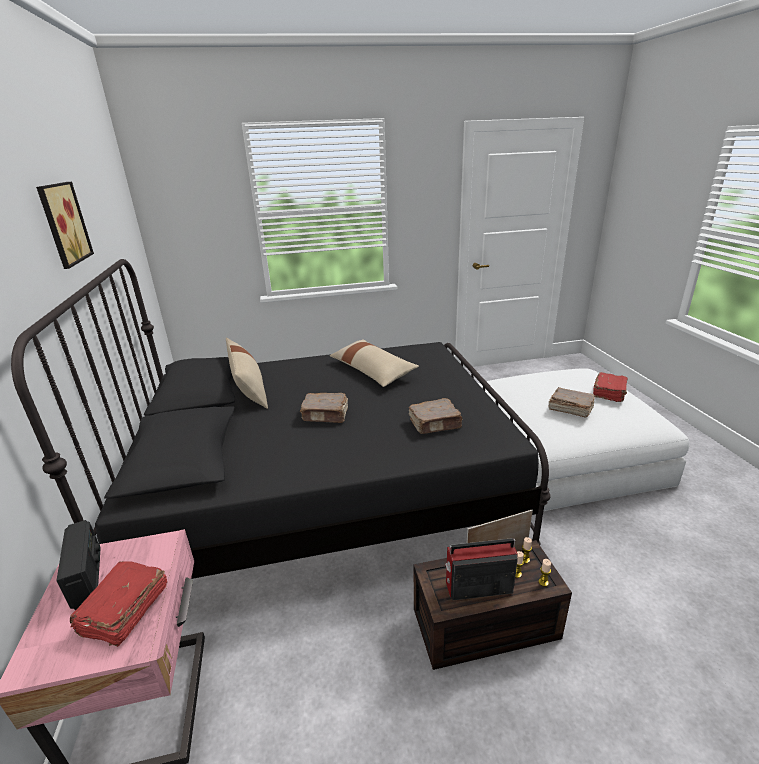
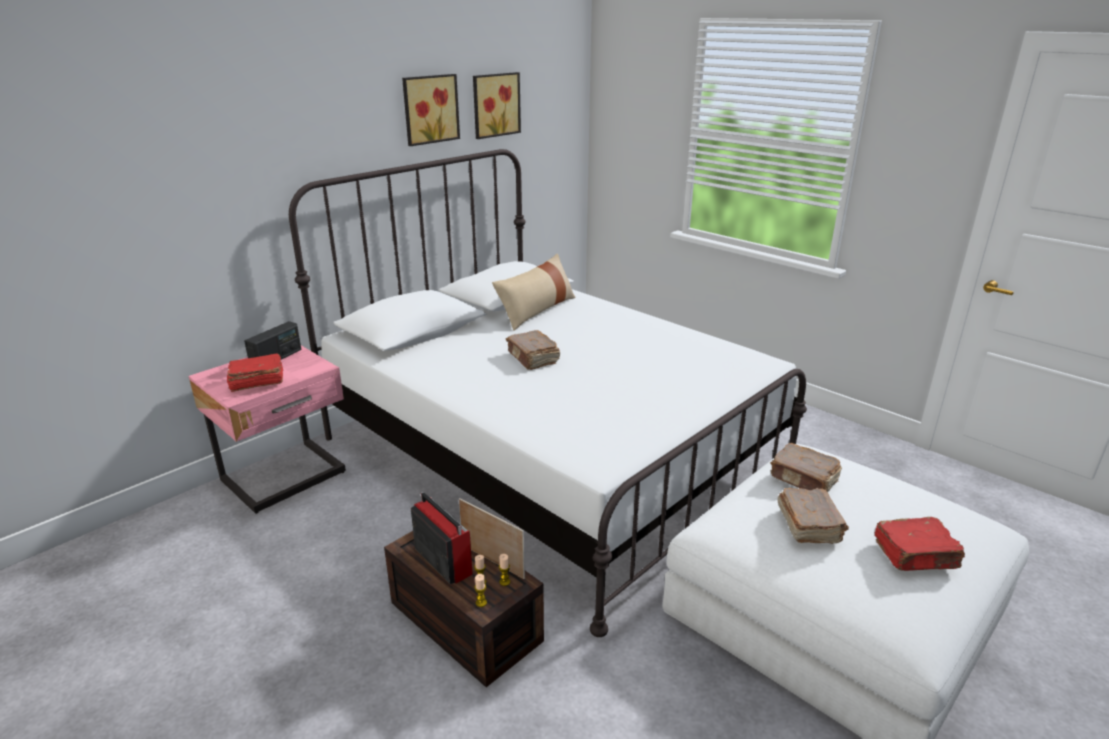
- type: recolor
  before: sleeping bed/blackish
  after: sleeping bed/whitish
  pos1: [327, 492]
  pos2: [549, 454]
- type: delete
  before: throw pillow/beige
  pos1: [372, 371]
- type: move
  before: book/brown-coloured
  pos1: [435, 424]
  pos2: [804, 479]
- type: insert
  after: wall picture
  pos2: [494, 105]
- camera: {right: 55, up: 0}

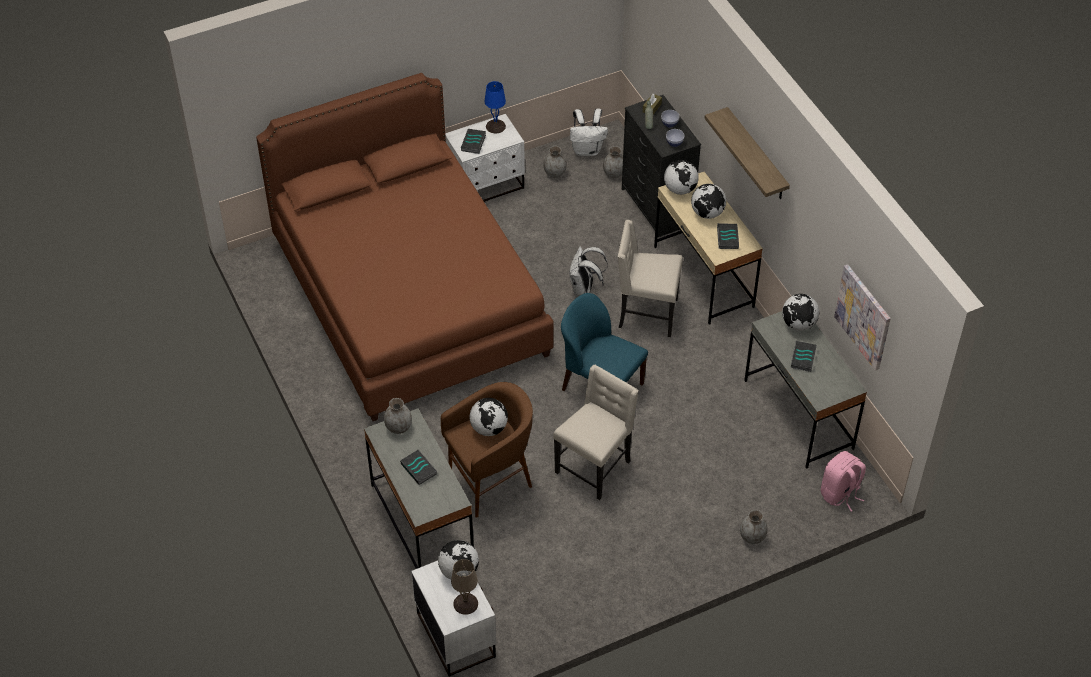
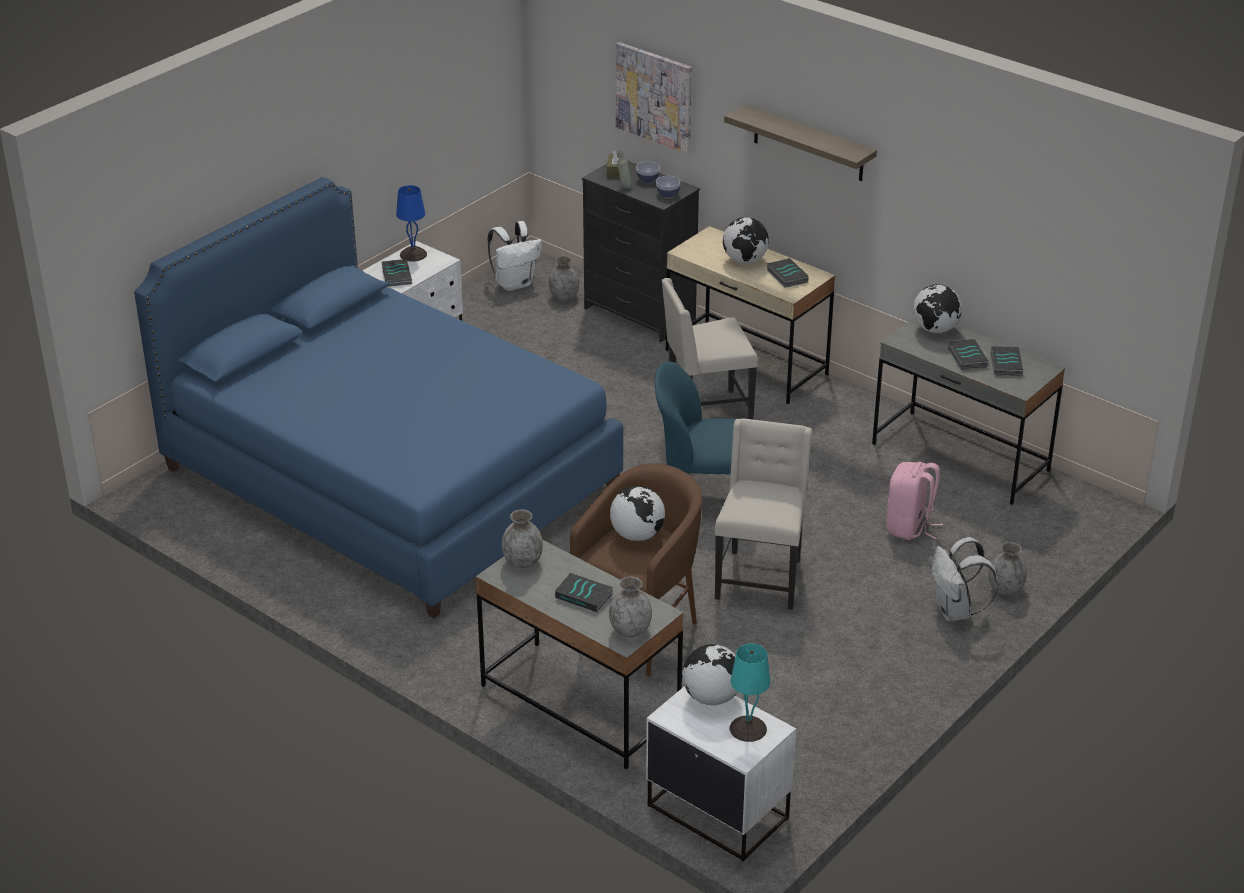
- type: recolor
  before: sleeping bed/brown-coloured
  after: sleeping bed/bluish
  pos1: [409, 296]
  pos2: [390, 477]
- type: move
  before: decorative vase/greyish
  pos1: [555, 173]
  pos2: [630, 630]
- type: delete
  before: world globe
  pos1: [680, 189]
- type: move
  before: rucksack/whitish
  pos1: [584, 289]
  pos2: [956, 612]
- type: move
  before: wall picture
  pos1: [863, 316]
  pos2: [654, 96]
- type: move
  before: rucksack/pinkish
  pos1: [840, 494]
  pos2: [910, 527]
- type: recolor
  before: lamp for a table/beige
  after: lamp for a table/turquoise-coloured
  pos1: [465, 603]
  pos2: [747, 728]
- type: insert
  after: book
  pos2: [1005, 364]
- camera: {right: -25, up: -15}

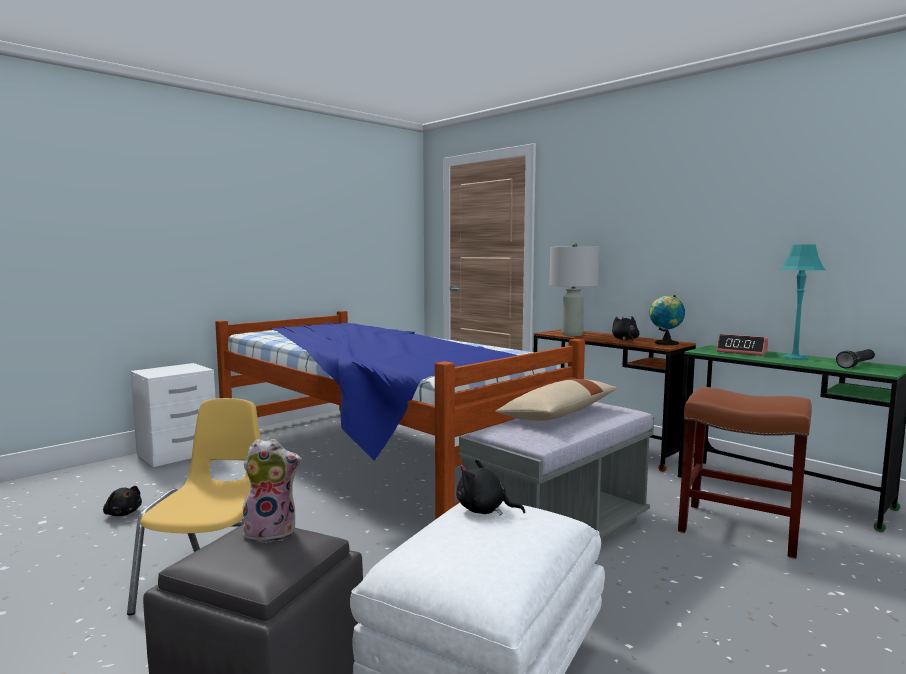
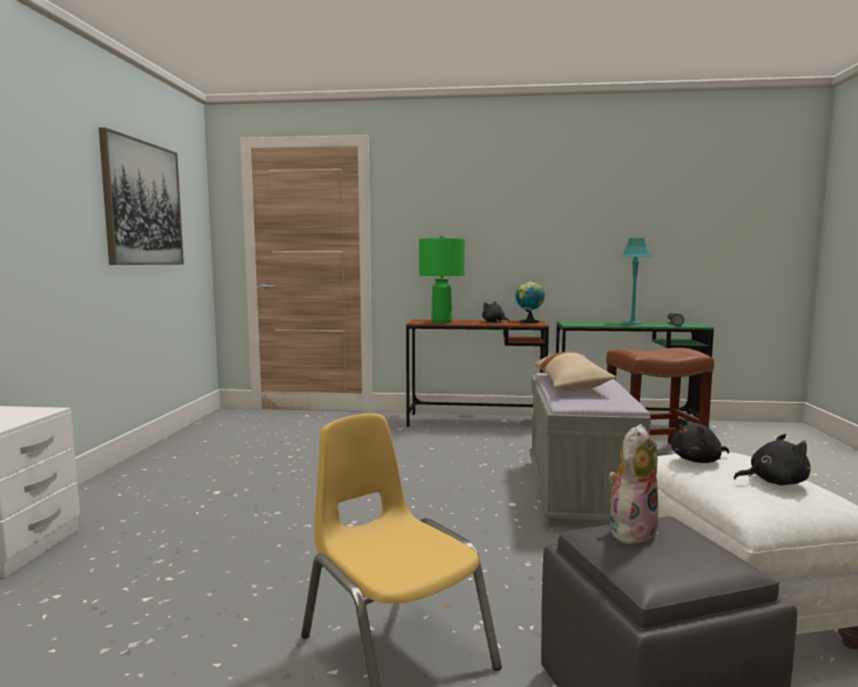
- type: recolor
  before: lamp for a table/greyish
  after: lamp for a table/green-coloured
  pos1: [572, 334]
  pos2: [442, 322]
- type: delete
  before: sleeping bed
  pos1: [378, 459]
- type: delete
  before: alarm clock
  pos1: [742, 352]
- type: move
  before: soft toy/blackish
  pos1: [123, 513]
  pos2: [773, 482]
- type: insert
  after: wall picture
  pos2: [143, 204]
- camera: {right: -40, up: 0}

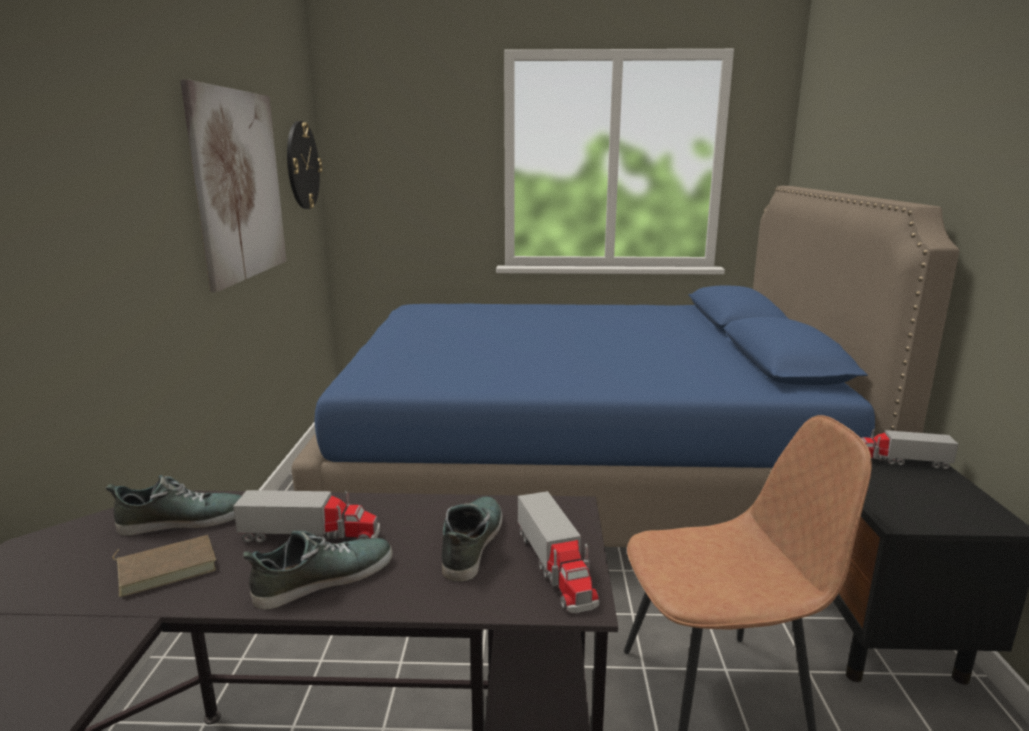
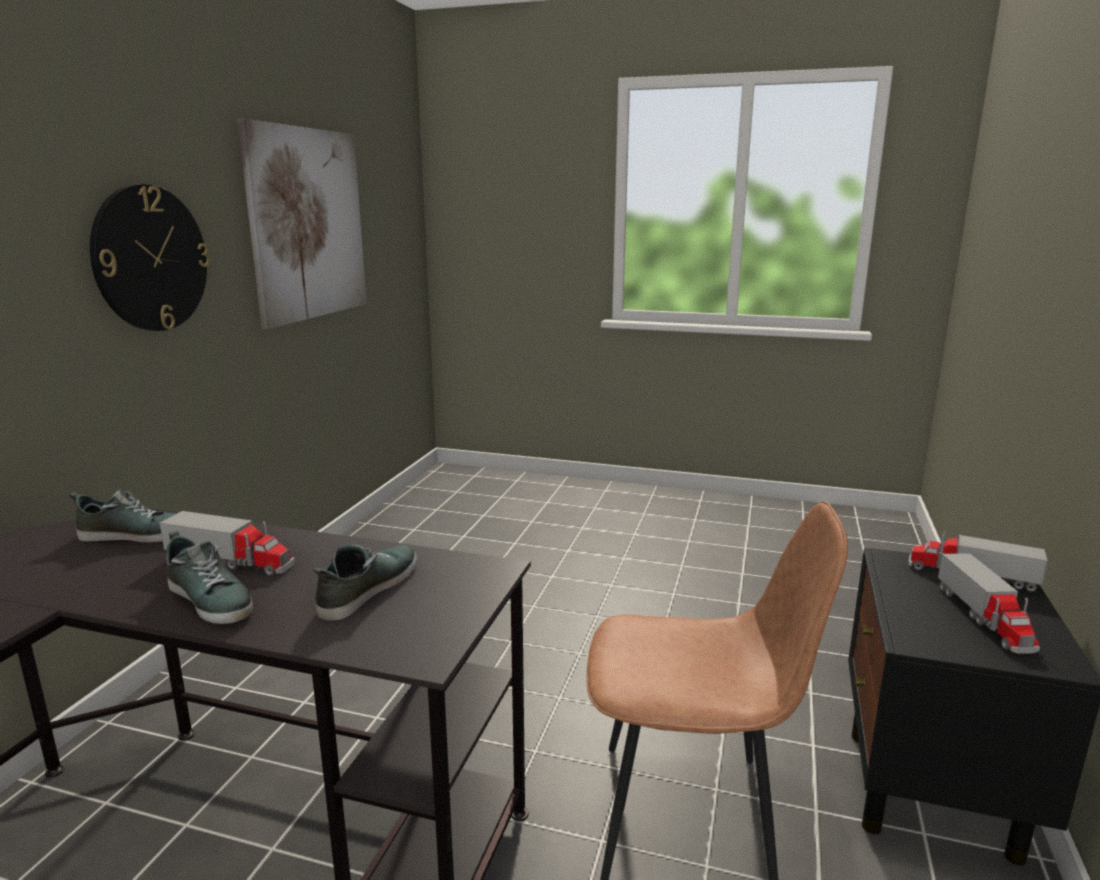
- type: move
  before: hanging clock
  pos1: [302, 165]
  pos2: [150, 259]
- type: delete
  before: sleeping bed/bluish
  pos1: [580, 476]
- type: move
  before: toy lorry
  pos1: [555, 567]
  pos2: [984, 617]
- type: rotate
  before: low shoe
  pos1: [323, 578]
  pos2: [211, 599]
  turn: 60
- type: delete
  before: book/brown-coloured
  pos1: [167, 567]
- camera: {right: 15, up: 0}

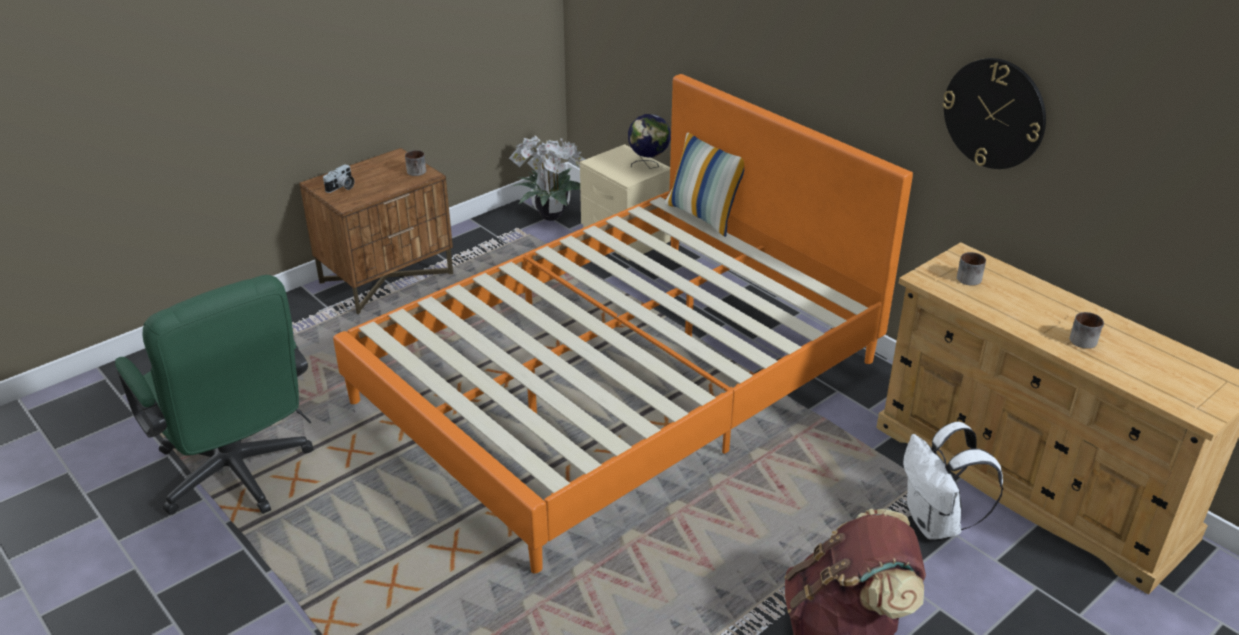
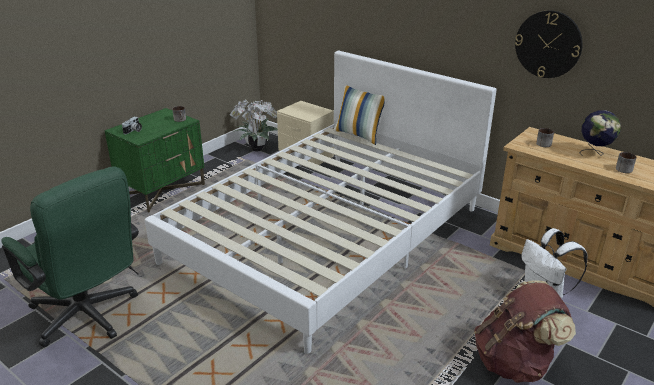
- type: recolor
  before: sleeping bed/orange
  after: sleeping bed/whitish
  pos1: [620, 381]
  pos2: [327, 234]
- type: move
  before: world globe
  pos1: [648, 165]
  pos2: [594, 153]
- type: recolor
  before: night table/brown-coloured
  after: night table/green-coloured
  pos1: [387, 278]
  pos2: [162, 190]
- camera: {right: -10, up: -5}

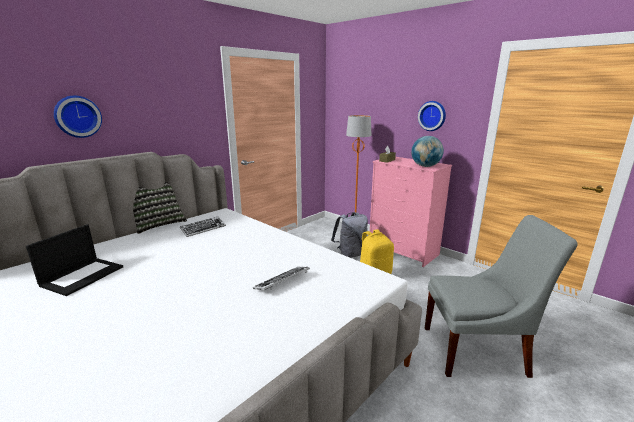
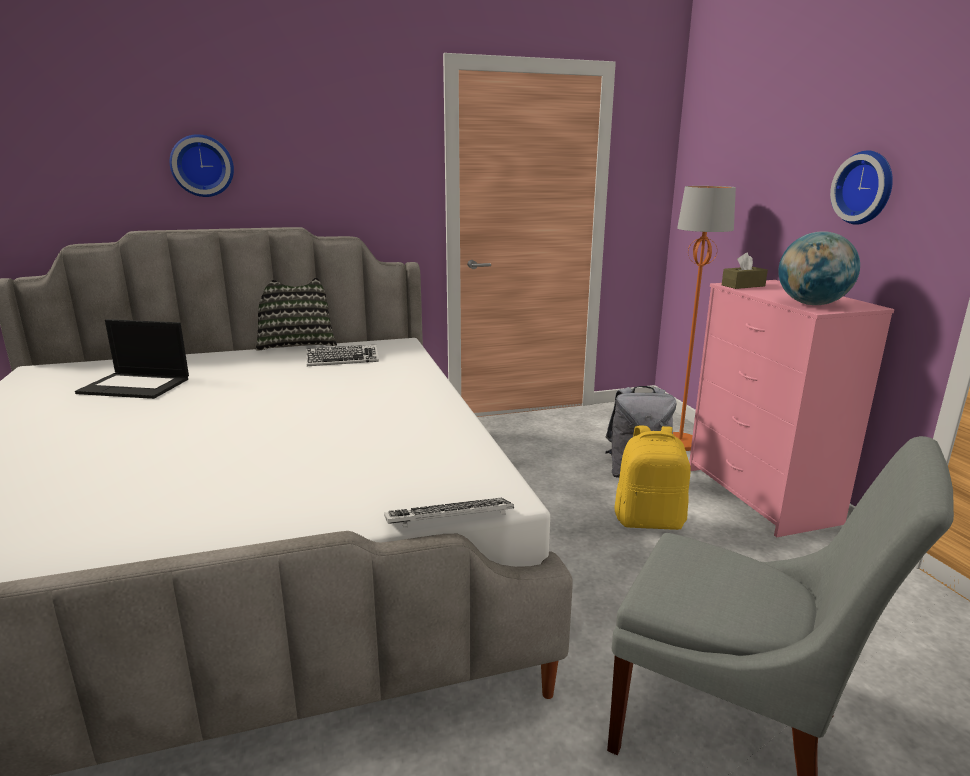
- type: rotate
  before: notebook computer
  pos1: [83, 275]
  pos2: [136, 386]
  turn: 45
- type: move
  before: keyboard
  pos1: [282, 282]
  pos2: [448, 520]
- camera: {right: 30, up: 0}

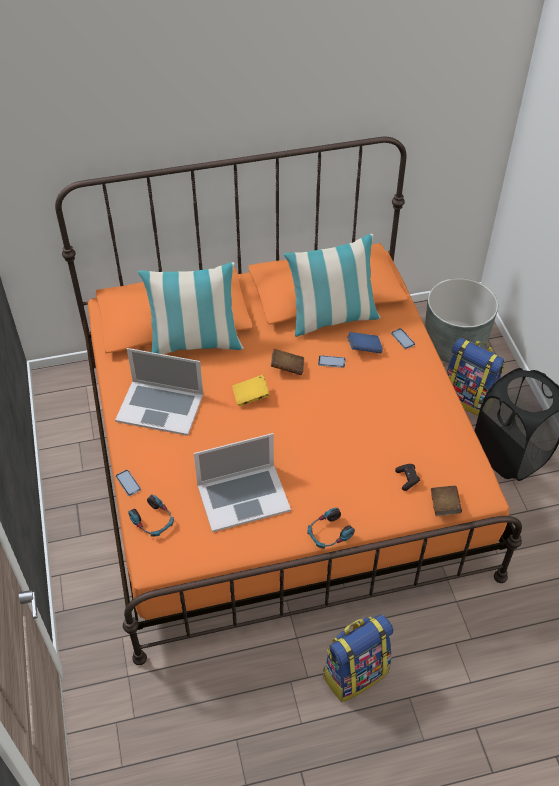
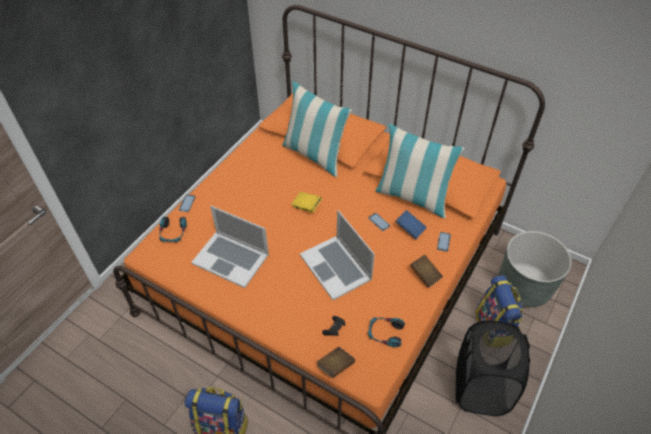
- type: move
  before: notebook computer
  pos1: [160, 407]
  pos2: [336, 267]
- type: move
  before: book/brown-coloured
  pos1: [287, 368]
  pos2: [425, 275]
- type: move
  before: headphones
  pos1: [329, 533]
  pos2: [385, 333]
- camera: {right: 45, up: 0}

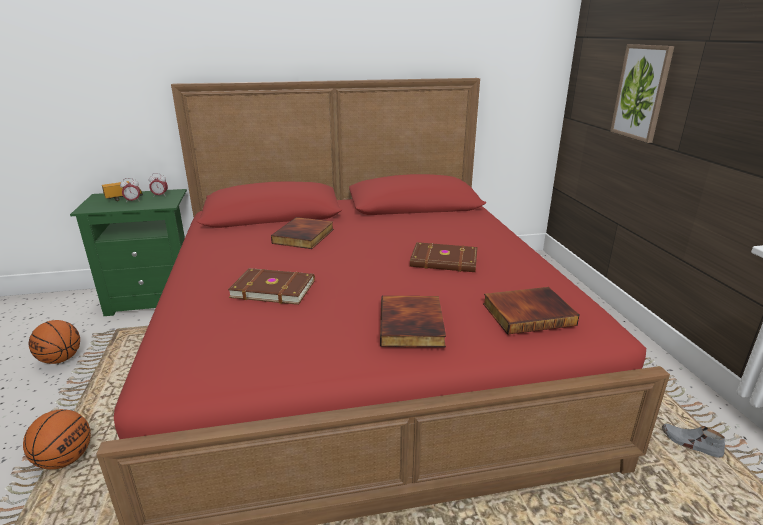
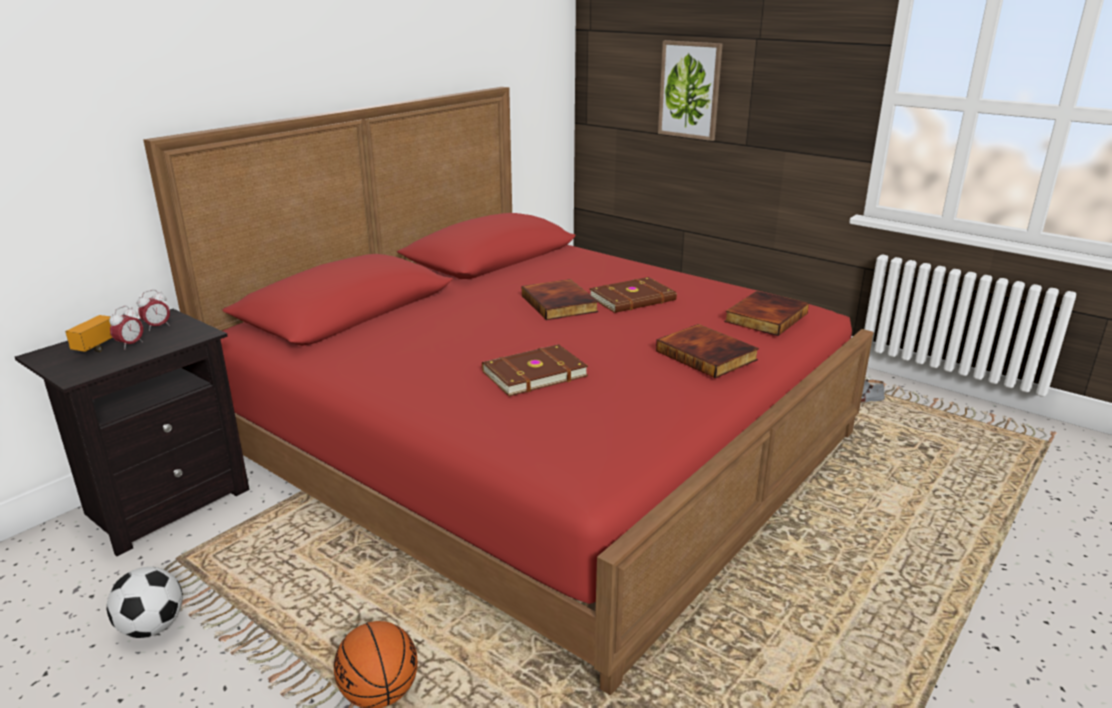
- type: recolor
  before: night table/green-coloured
  after: night table/blackish
  pos1: [155, 298]
  pos2: [164, 502]
- type: move
  before: book
  pos1: [304, 236]
  pos2: [560, 304]
- type: replace
  before: basketball ball
  after: football ball
  pos1: [61, 359]
  pos2: [152, 627]
- camera: {right: -40, up: 0}

